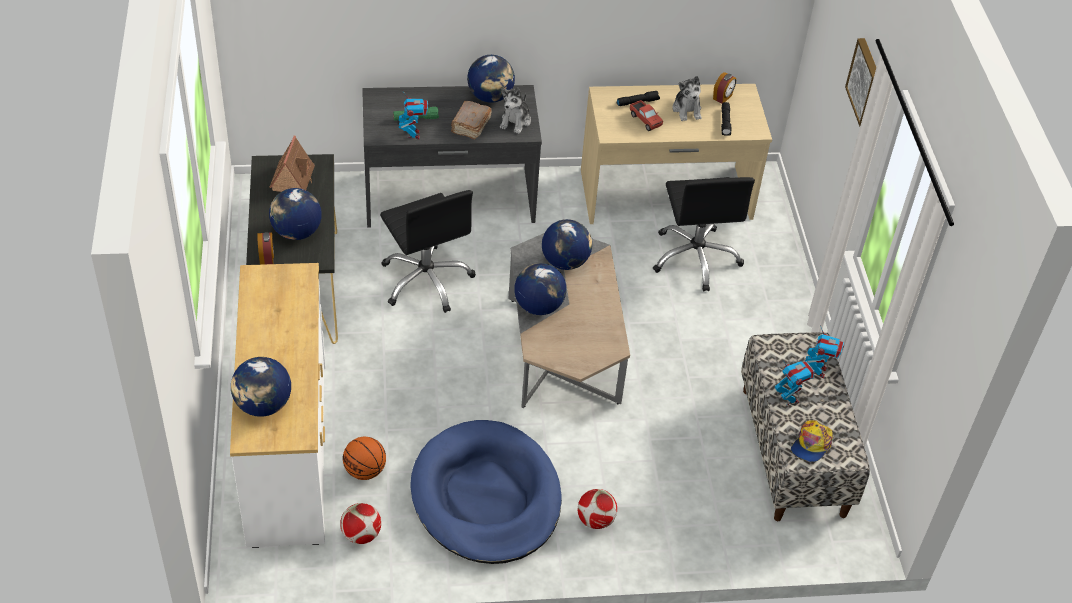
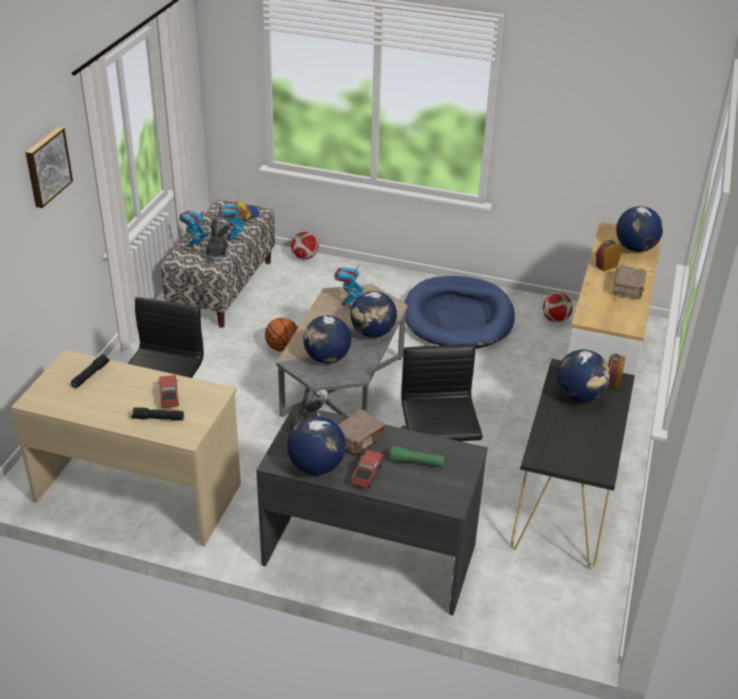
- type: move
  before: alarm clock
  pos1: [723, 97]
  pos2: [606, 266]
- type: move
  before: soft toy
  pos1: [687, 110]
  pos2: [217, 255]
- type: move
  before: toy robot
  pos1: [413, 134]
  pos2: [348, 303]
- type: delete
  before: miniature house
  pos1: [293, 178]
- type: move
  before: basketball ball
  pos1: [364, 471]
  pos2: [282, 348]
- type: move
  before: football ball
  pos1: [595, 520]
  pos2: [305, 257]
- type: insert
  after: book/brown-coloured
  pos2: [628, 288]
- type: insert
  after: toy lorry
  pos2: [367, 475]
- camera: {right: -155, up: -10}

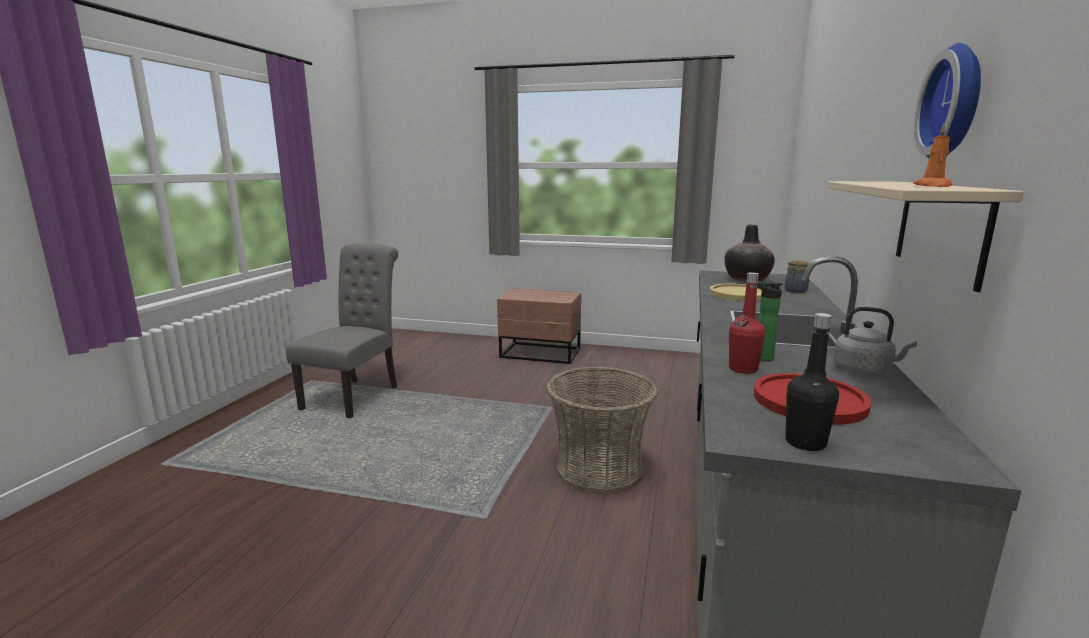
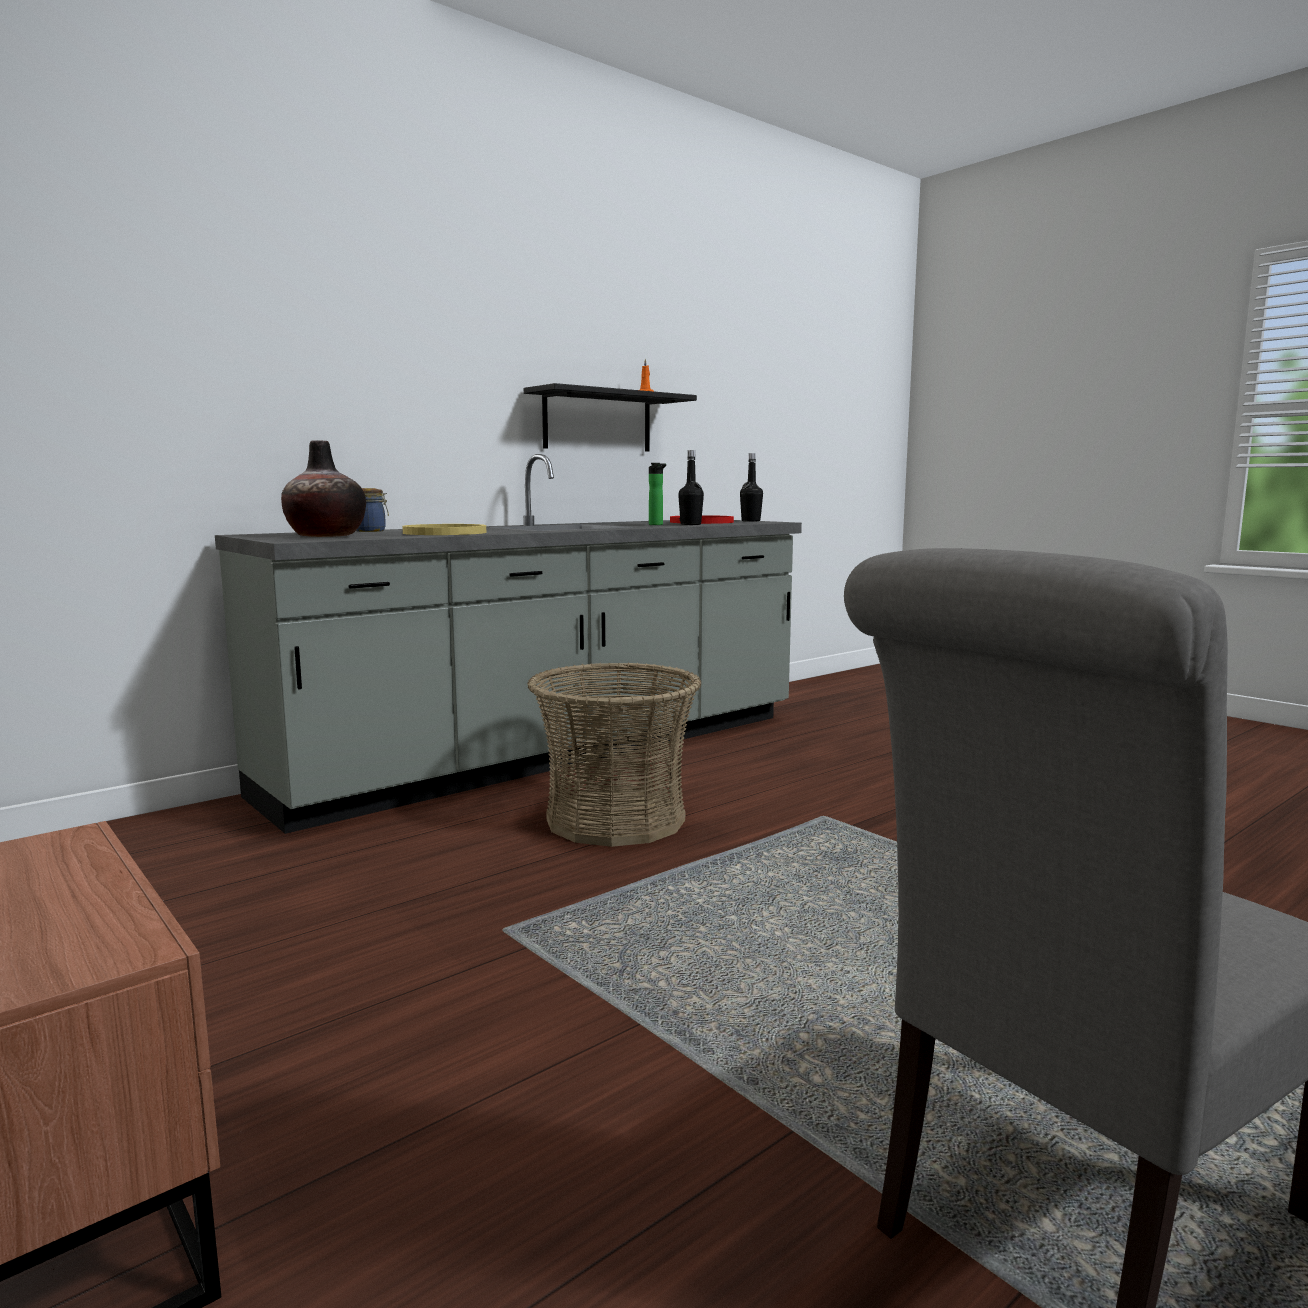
- type: delete
  before: hanging clock
  pos1: [957, 103]
- type: recolor
  before: wall shelf/beige
  after: wall shelf/blackish
  pos1: [940, 229]
  pos2: [597, 421]
- type: recolor
  before: drink bottle/red
  after: drink bottle/blackish
  pos1: [743, 369]
  pos2: [690, 524]
- type: delete
  before: tea kettle/greyish
  pos1: [865, 370]
- camera: {right: -145, up: -5}

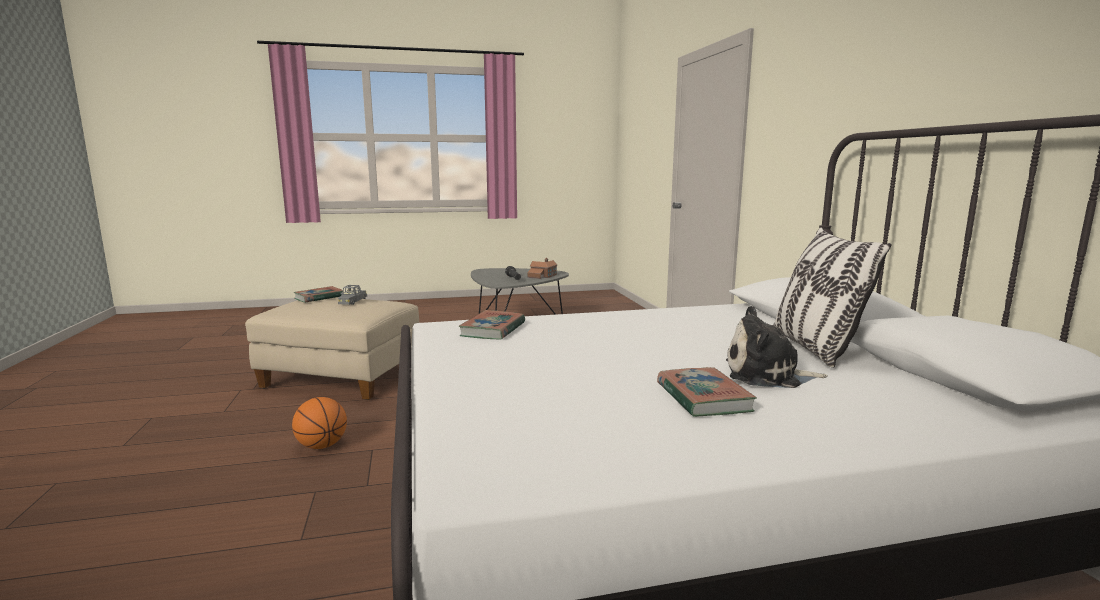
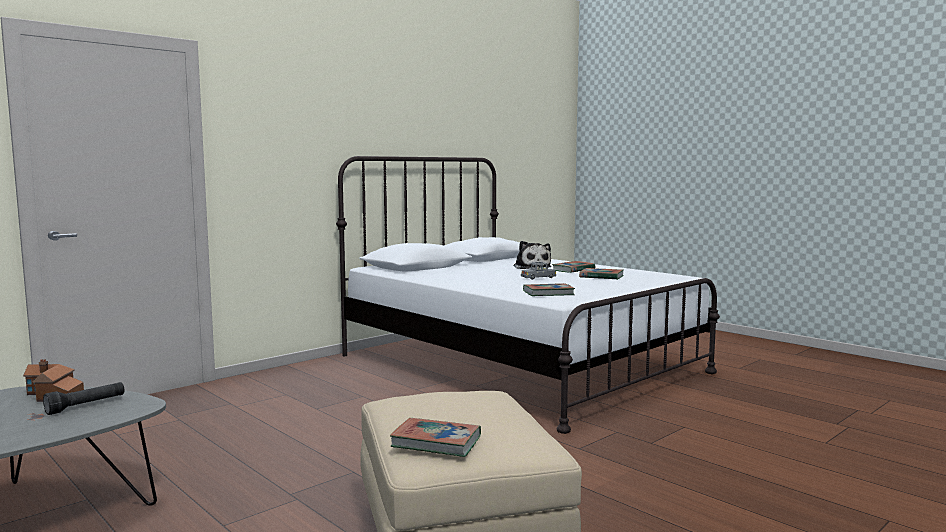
- type: delete
  before: throw pillow
  pos1: [814, 349]
- type: move
  before: toy car/greyish
  pos1: [352, 301]
  pos2: [538, 278]
- type: delete
  before: basketball ball
  pos1: [322, 446]
- type: insert
  after: book
  pos2: [601, 277]
- camera: {right: -120, up: -5}

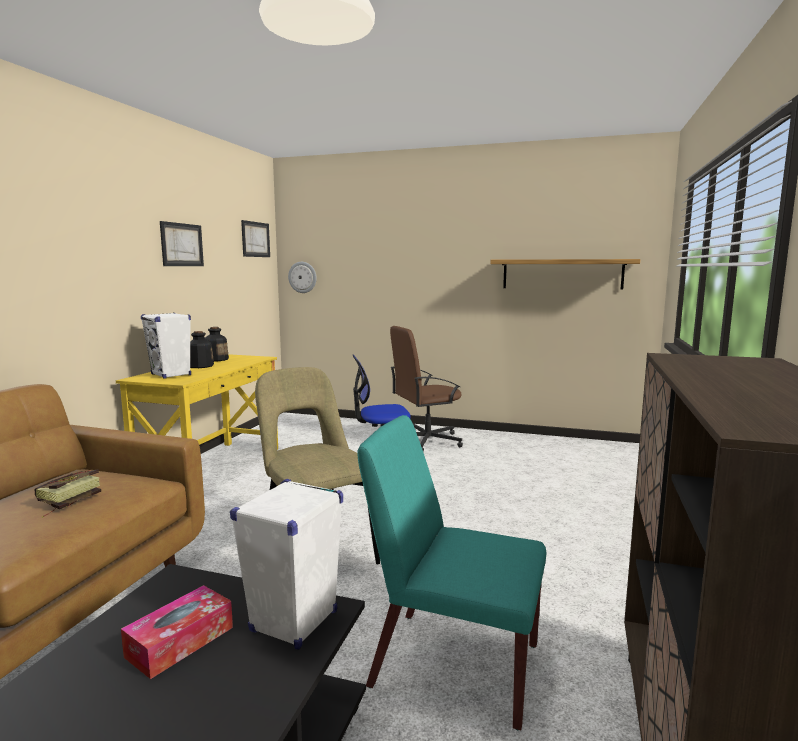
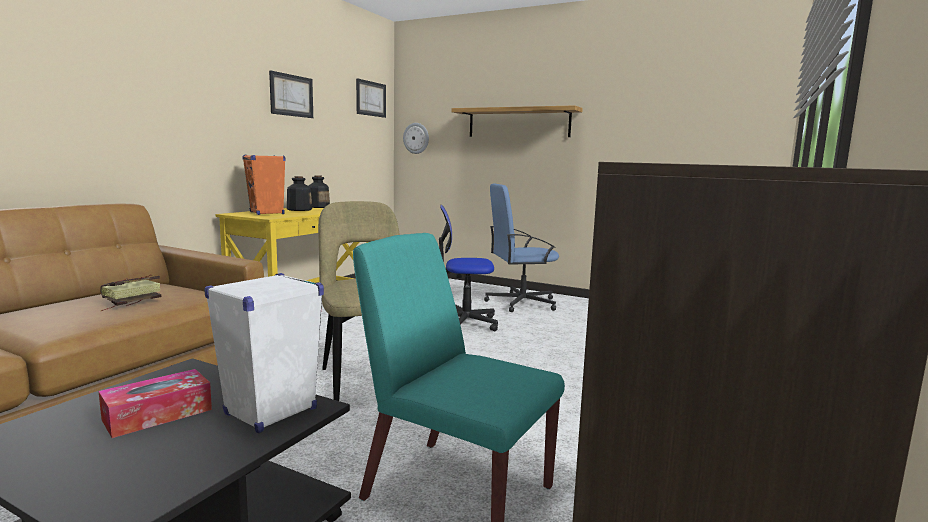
- type: move
  before: wall shelf
  pos1: [562, 274]
  pos2: [518, 123]
- type: recolor
  before: speaker/whitish
  after: speaker/orange
  pos1: [171, 375]
  pos2: [267, 213]
- type: recolor
  before: office chair/brown-coloured
  after: office chair/bluish
  pos1: [426, 441]
  pos2: [520, 303]
- camera: {right: 10, up: 0}

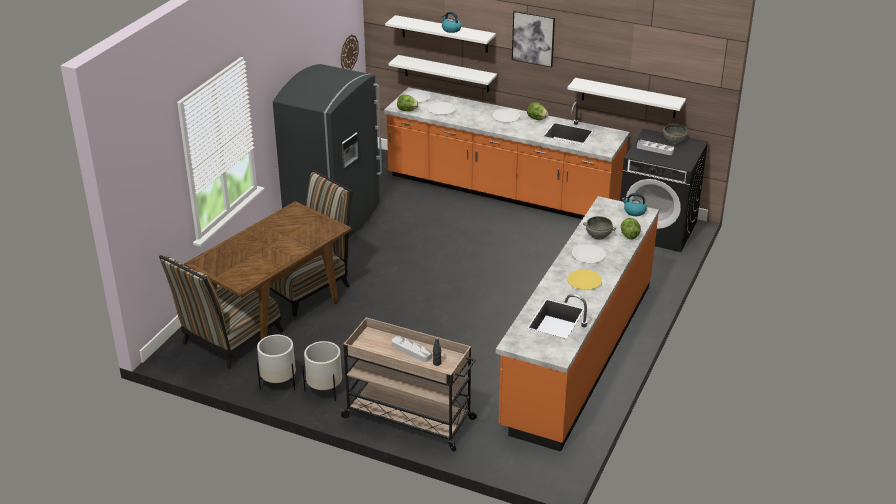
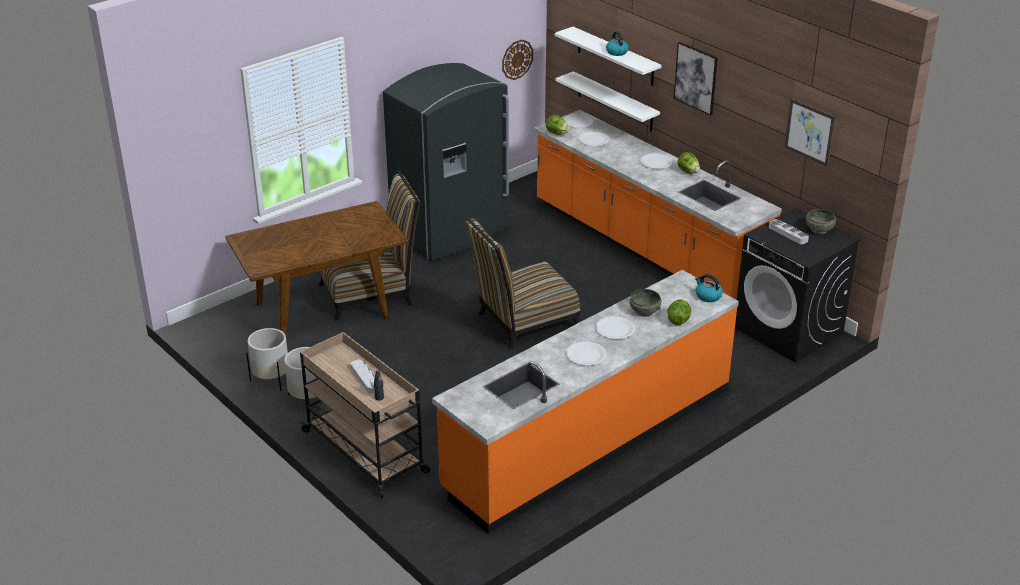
- type: delete
  before: wall shelf/whitish
  pos1: [628, 98]
- type: move
  before: chair
  pos1: [228, 340]
  pos2: [522, 322]
- type: recolor
  before: flat dish/yellowish
  after: flat dish/whitish
  pos1: [584, 281]
  pos2: [586, 355]
- type: insert
  after: wall picture
  pos2: [809, 132]
- camera: {right: 25, up: 0}

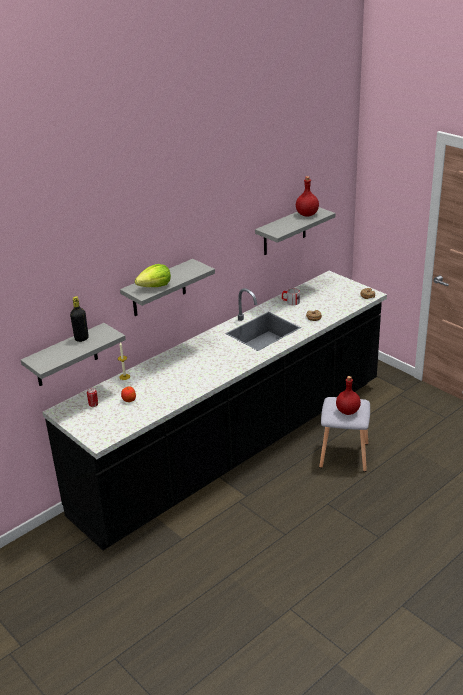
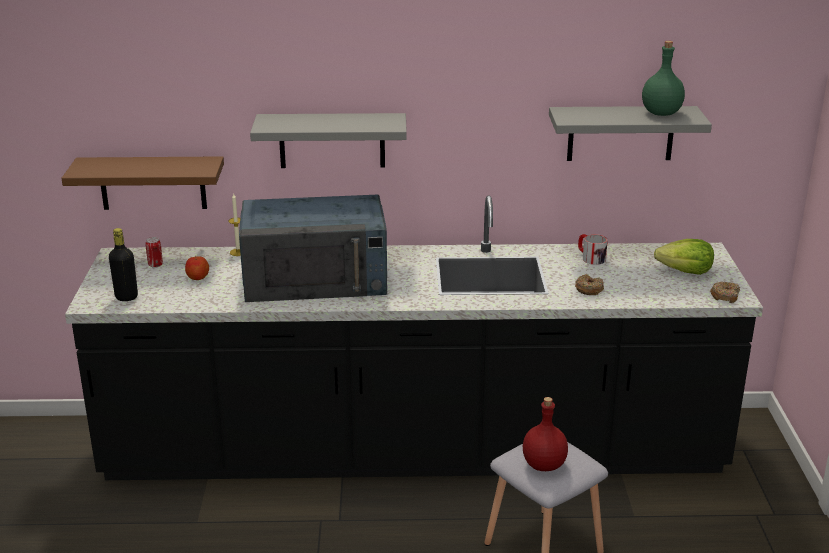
- type: recolor
  before: drink bottle/red
  after: drink bottle/green-coloured
  pos1: [307, 214]
  pos2: [661, 113]
- type: move
  before: lettuce
  pos1: [155, 286]
  pos2: [685, 271]
- type: move
  before: drink bottle/blackish
  pos1: [81, 338]
  pos2: [126, 297]
- type: recolor
  before: wall shelf/greyish
  after: wall shelf/brown-coloured
  pos1: [66, 356]
  pos2: [152, 183]
- type: insert
  after: kitchen microwave/bluish
  pos2: [316, 278]
- camera: {right: 40, up: -5}

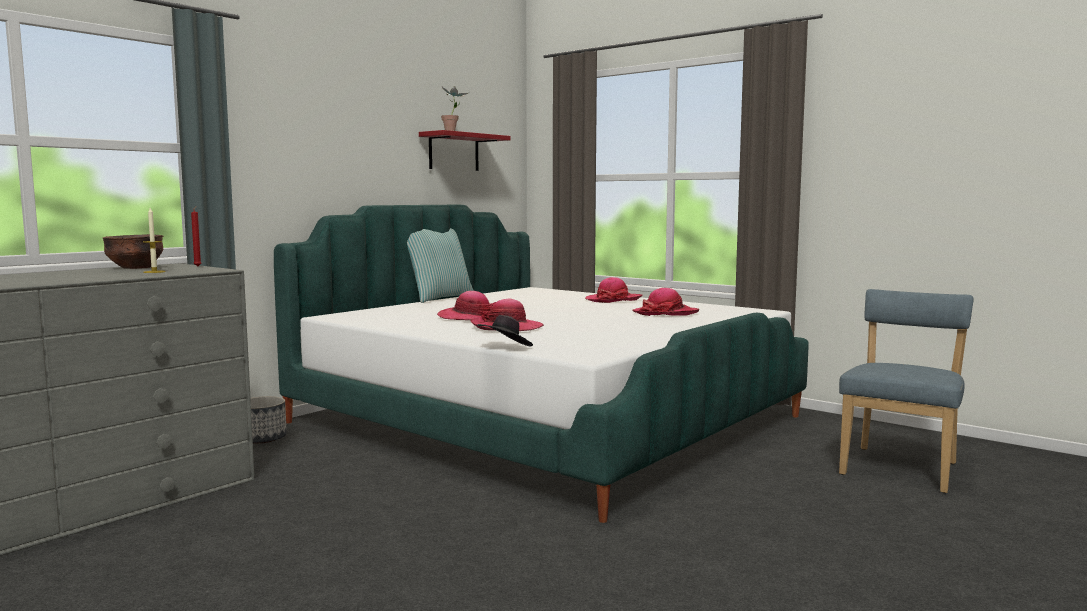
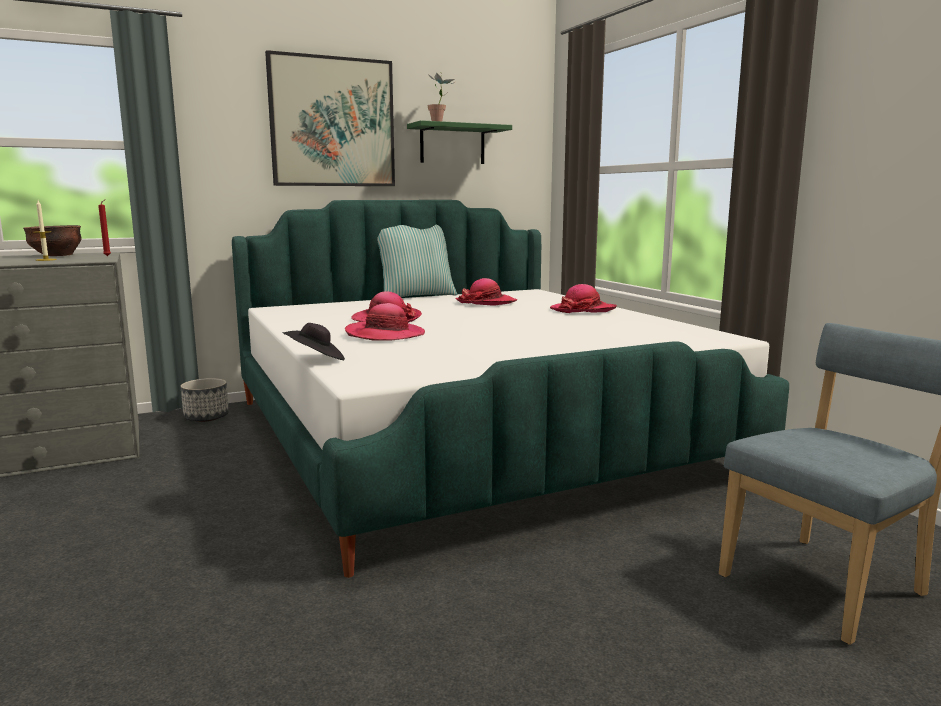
- type: recolor
  before: wall shelf/red
  after: wall shelf/green-coloured
  pos1: [454, 152]
  pos2: [452, 144]
- type: move
  before: wearable hat
  pos1: [665, 313]
  pos2: [486, 302]
- type: insert
  after: wall picture
  pos2: [332, 122]
- camera: {right: 25, up: 5}

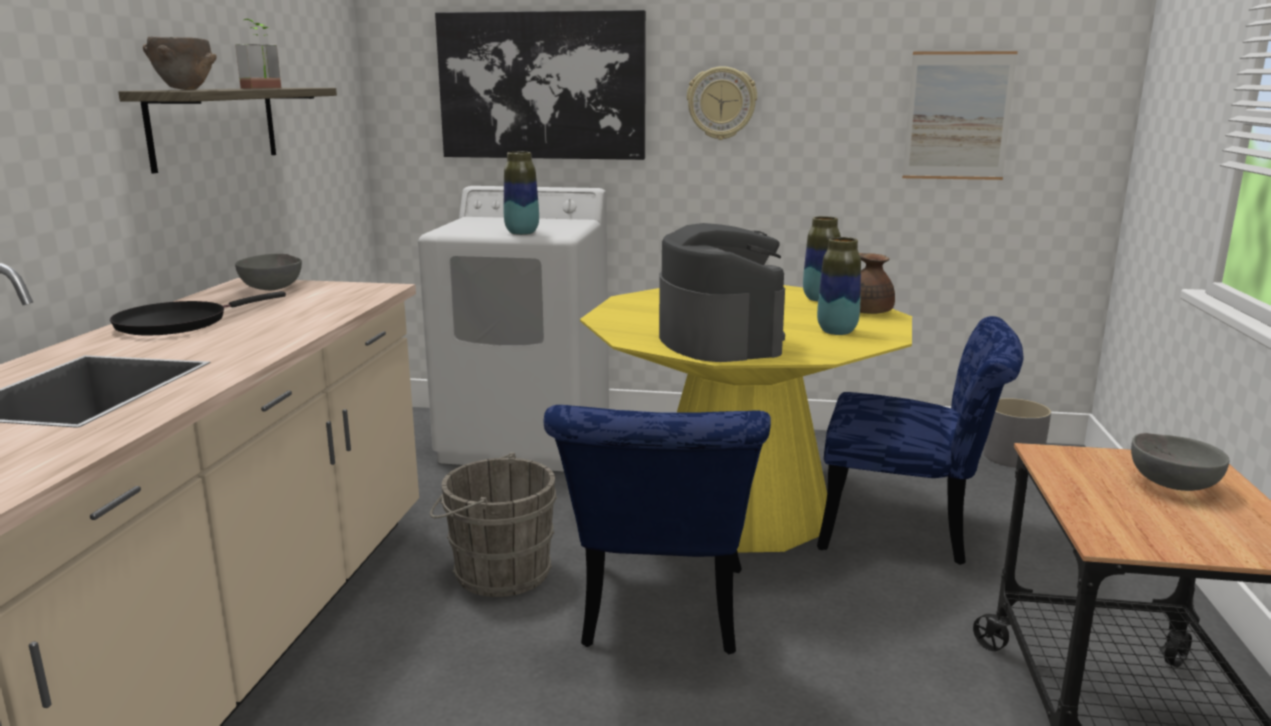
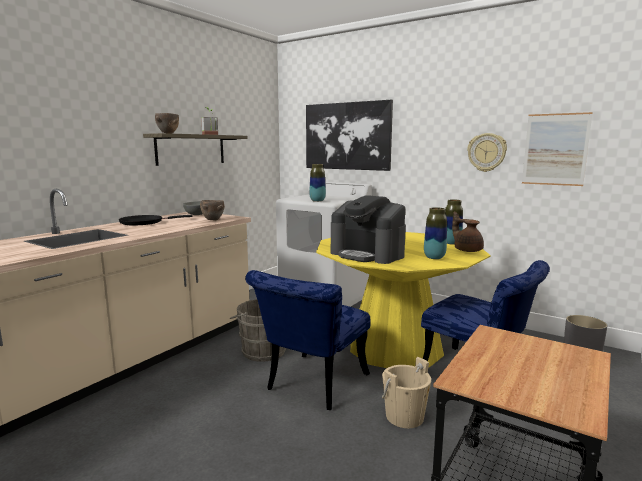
- type: move
  before: hanging clock
  pos1: [721, 103]
  pos2: [486, 152]
- type: rotate
  before: coffee brewer
  pos1: [718, 340]
  pos2: [368, 254]
  turn: 120
- type: delete
  before: serving bowl/greyish
  pos1: [1171, 484]
- type: insert
  after: serving bowl/brown-coloured
  pos2: [213, 220]
- type: insert
  after: water bucket/beige
  pos2: [404, 416]
- camera: {right: 25, up: -5}

